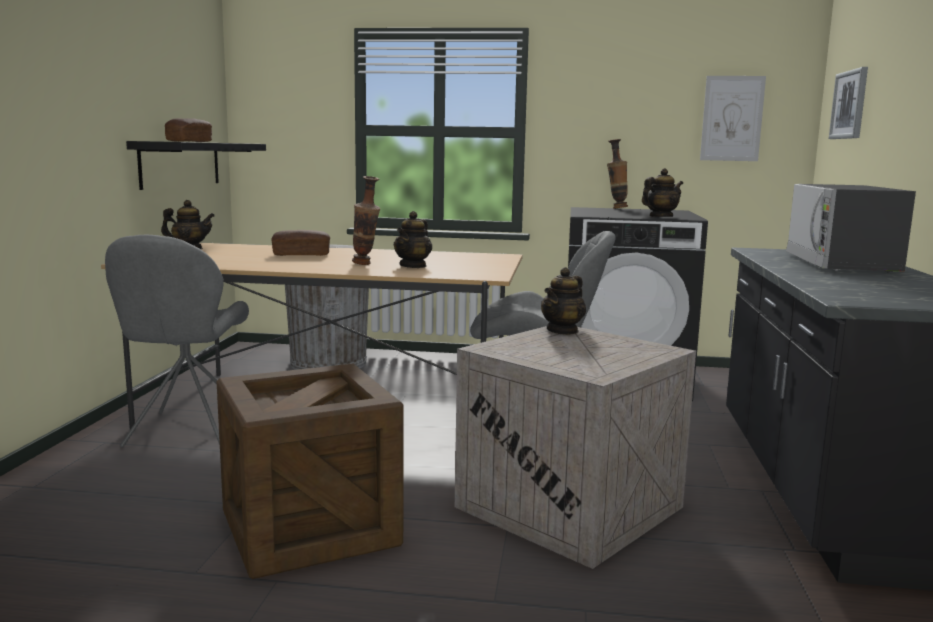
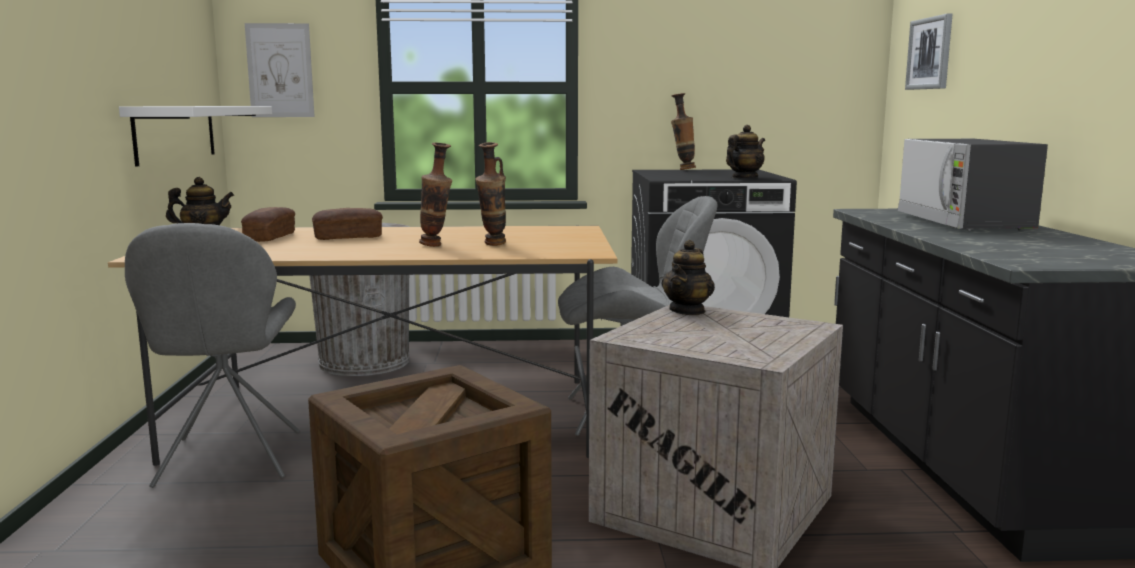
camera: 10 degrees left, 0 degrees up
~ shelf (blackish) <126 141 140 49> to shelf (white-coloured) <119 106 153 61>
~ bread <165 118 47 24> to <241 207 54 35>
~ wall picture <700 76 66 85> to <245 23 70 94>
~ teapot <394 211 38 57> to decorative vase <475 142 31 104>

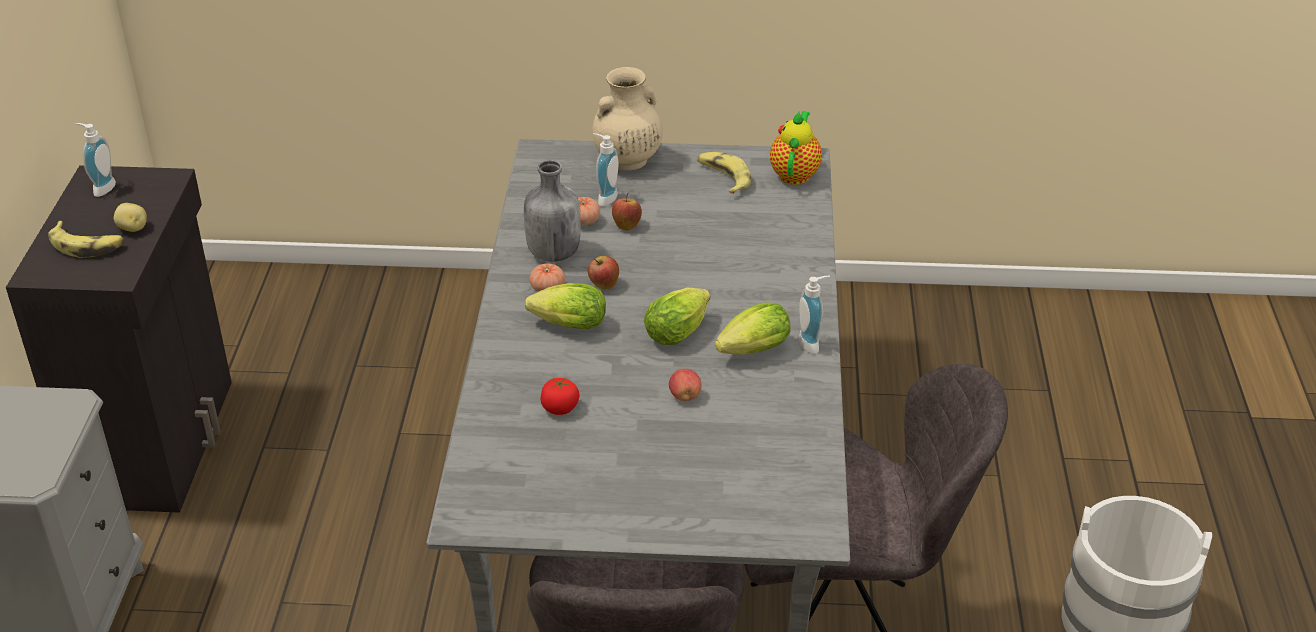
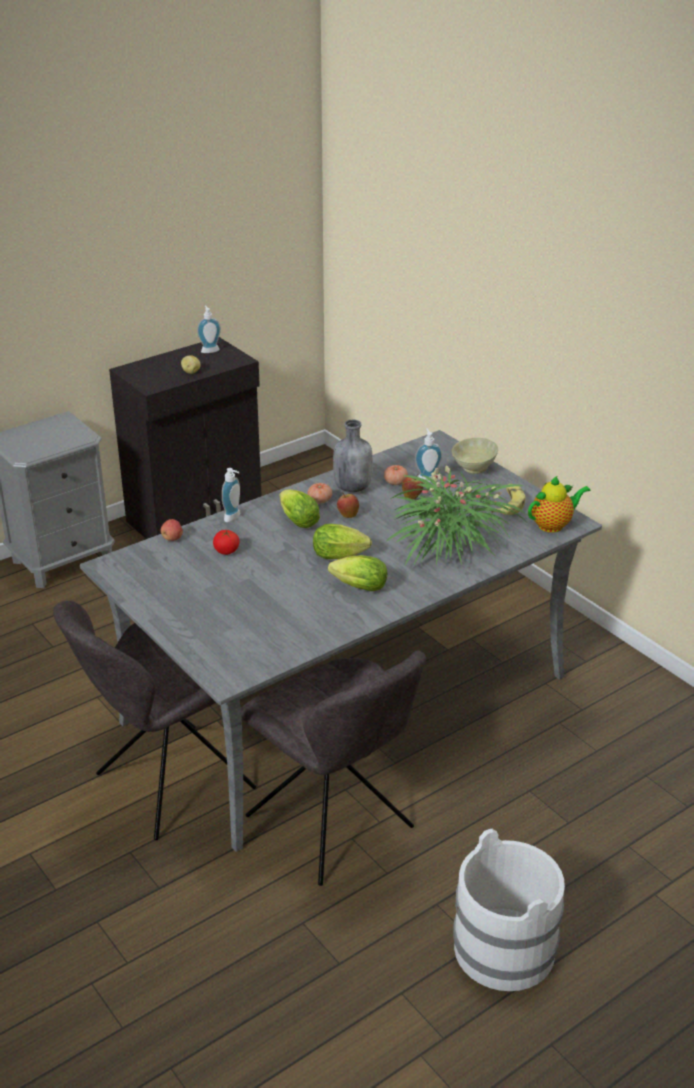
camera: 50 degrees right, 5 degrees down
~ whole apple <669 369 33 32> to <161 519 22 22>
~ soap dispenser <799 276 31 78> to <222 468 18 54>
+ houseplant <387 465 143 102>
~ decorative vase (beige) <592 67 71 104> to bowl (beige) <451 438 47 36>
- banana <48 221 76 37>

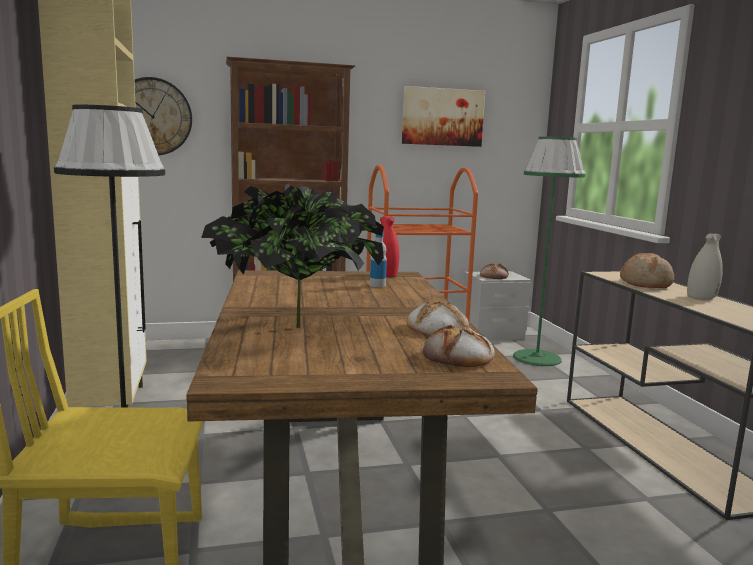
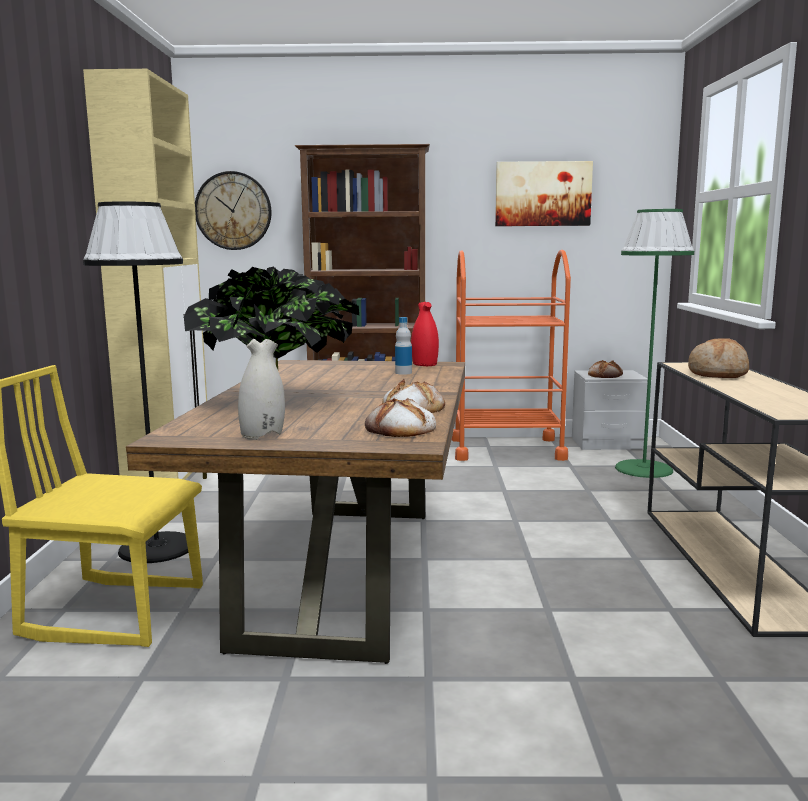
camera: 15 degrees right, 0 degrees up
~ decorative vase (white-coloured) <687 233 36 68> to <238 339 47 101>

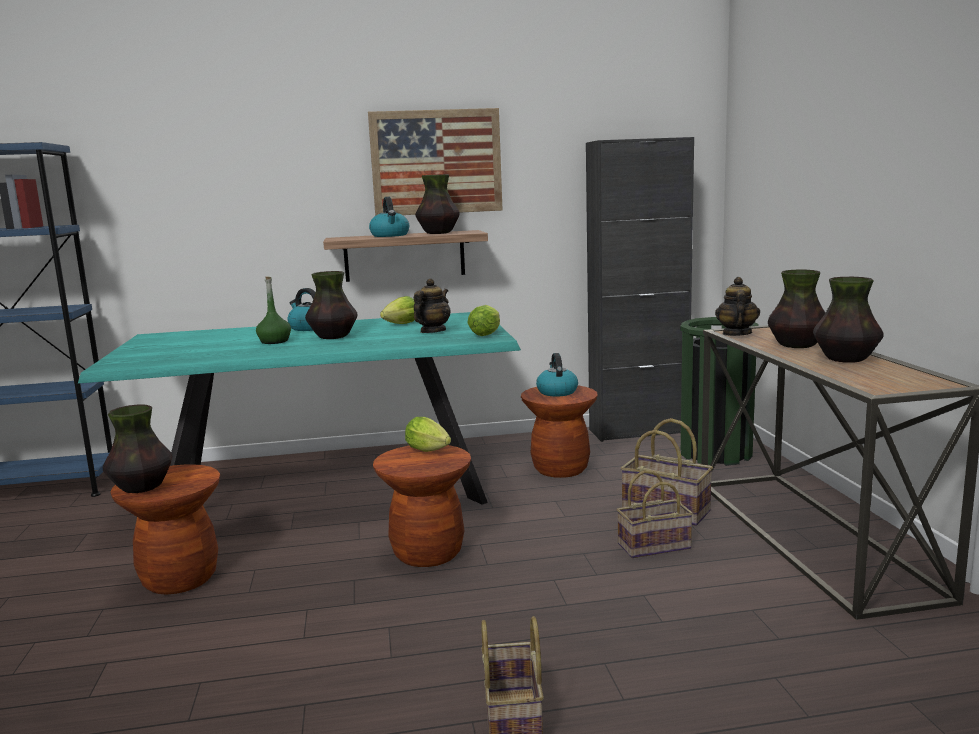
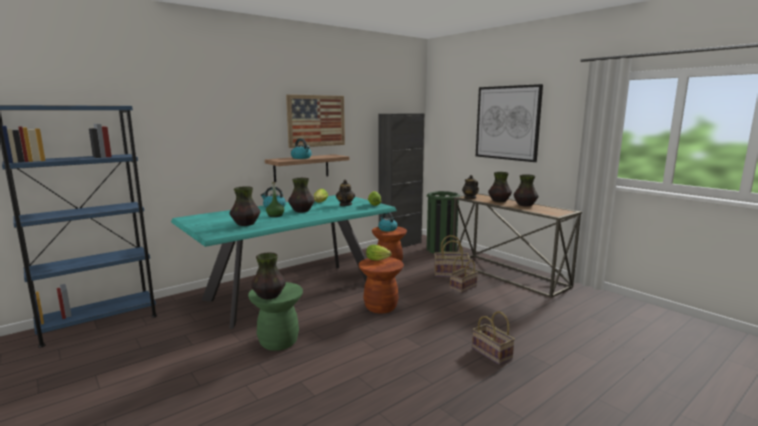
camera: 30 degrees left, 0 degrees up
~ decorative vase <416 174 44 60> to <230 186 30 40>
~ sitting stool (brownish) <110 464 110 130> to sitting stool (green) <248 282 55 69>
+ wall picture <476 84 67 78>

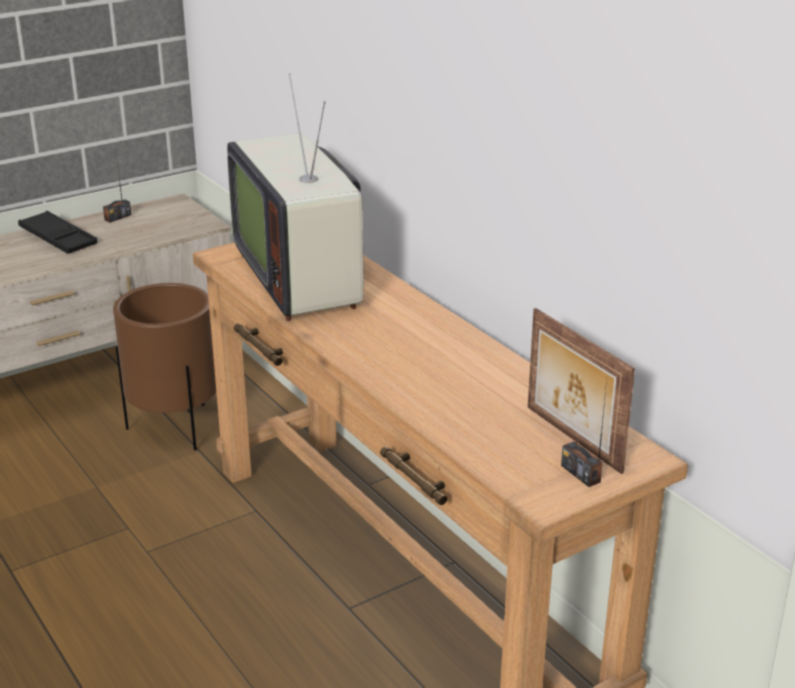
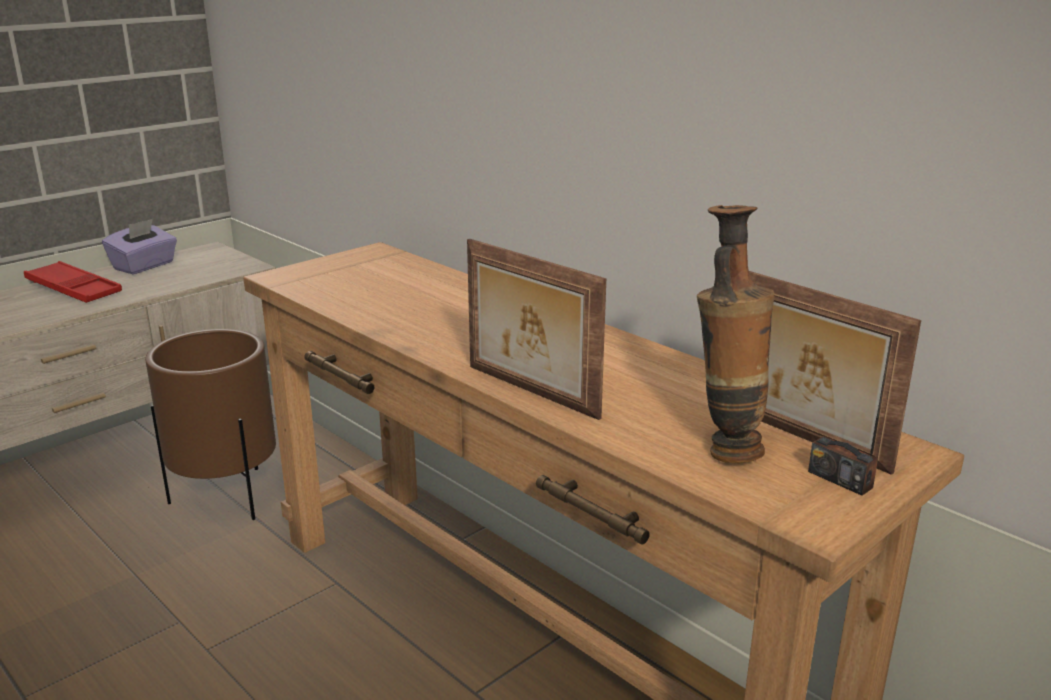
camera: 10 degrees left, 5 degrees down
~ carrying tray (blackish) <18 211 79 43> to carrying tray (red) <24 261 98 42>
~ radio <103 153 28 70> to tissue box (purple-coloured) <102 219 75 55>
+ photo frame <467 239 139 181>
+ decorative vase <697 205 78 258>
- TV set <227 73 137 248>

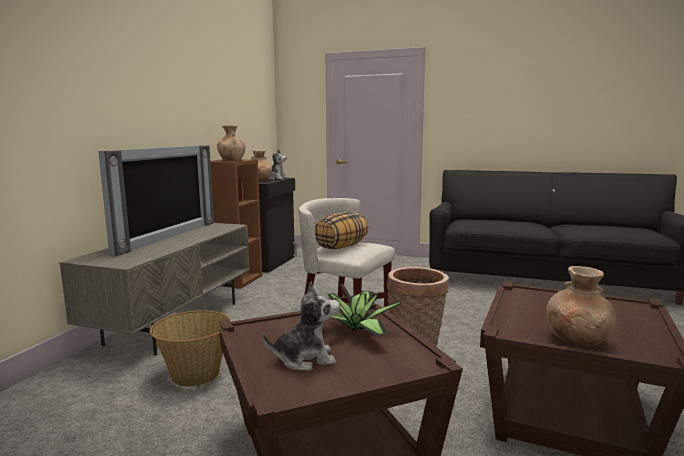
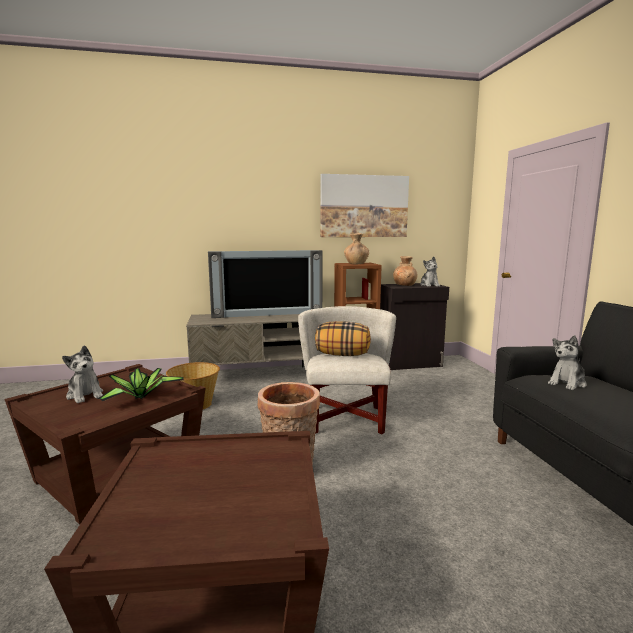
camera: 60 degrees right, 0 degrees up
+ wall picture <320 174 89 63>
+ cuddly toy <548 335 39 55>
- decorative vase (brownish) <547 266 69 80>

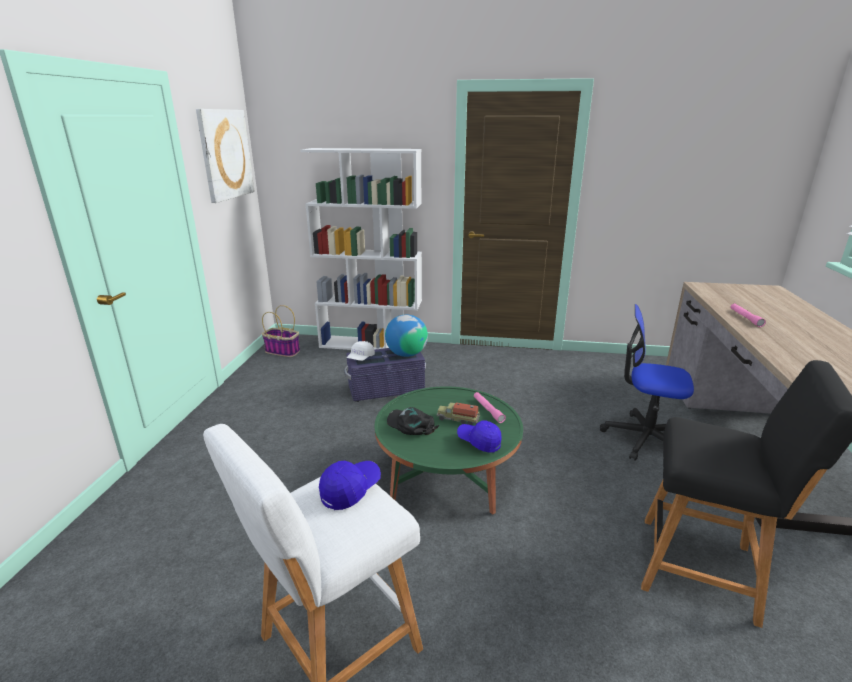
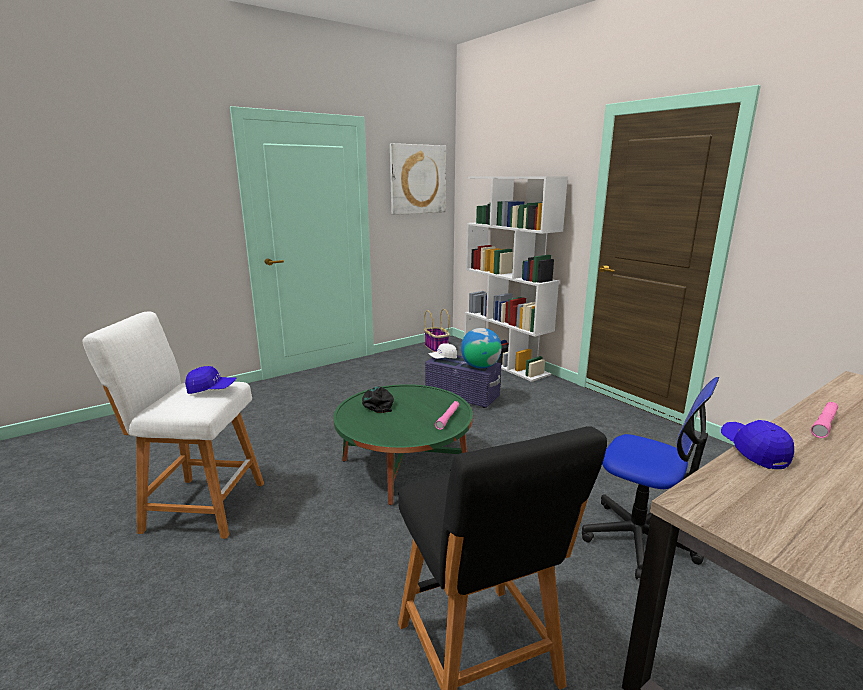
camera: 45 degrees right, 5 degrees down
~ office chair <600 304 94 157> = <582 377 137 203> 150 degrees clockwise
~ baseball cap (bluish) <457 420 44 33> to <721 420 73 49>
- model truck <437 402 43 23>

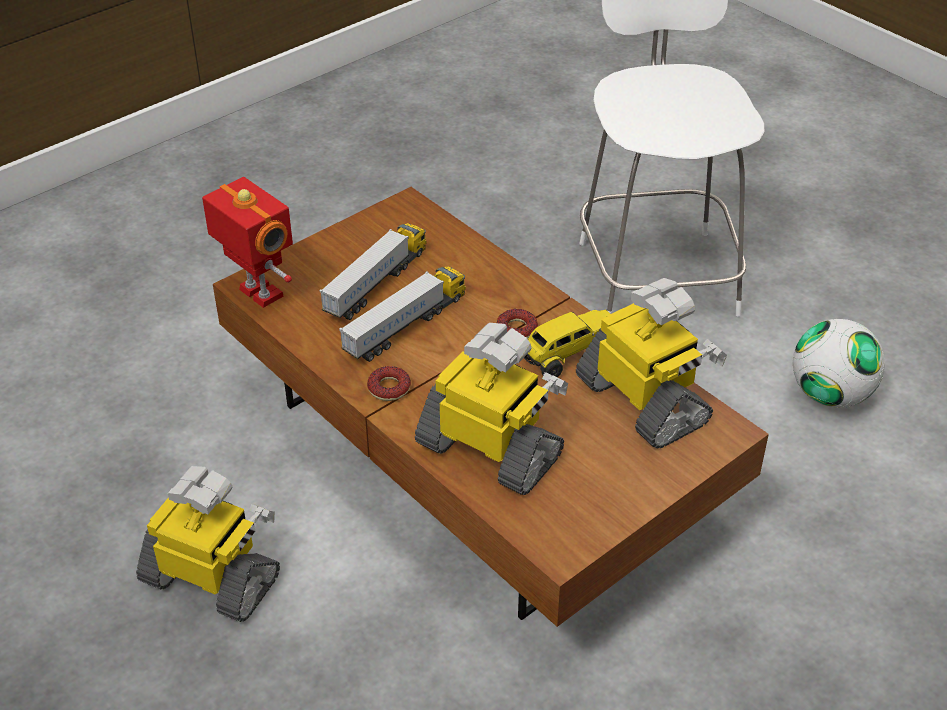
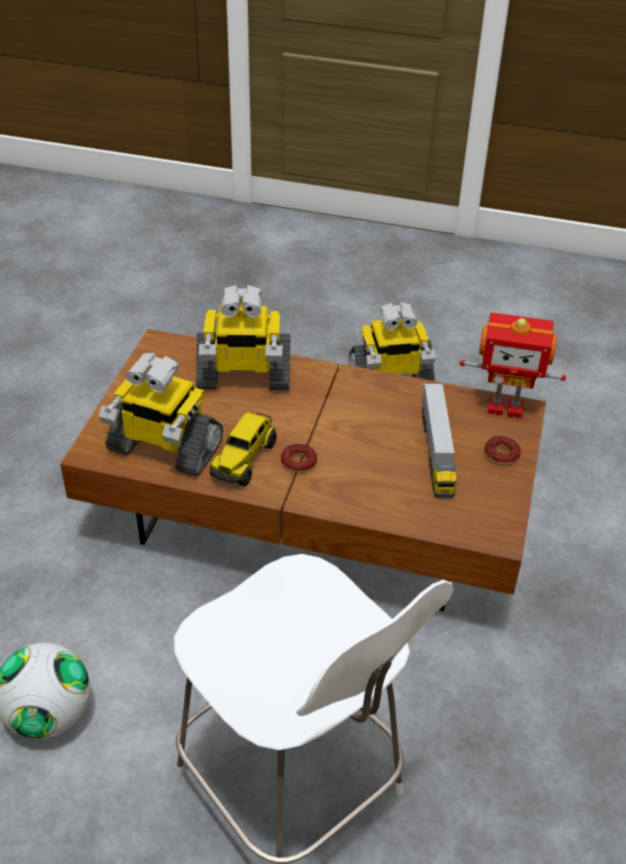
camera: 145 degrees right, 0 degrees up
~ doughnut <367 366 44 35> to <484 436 37 29>
- model truck <339 267 127 95>

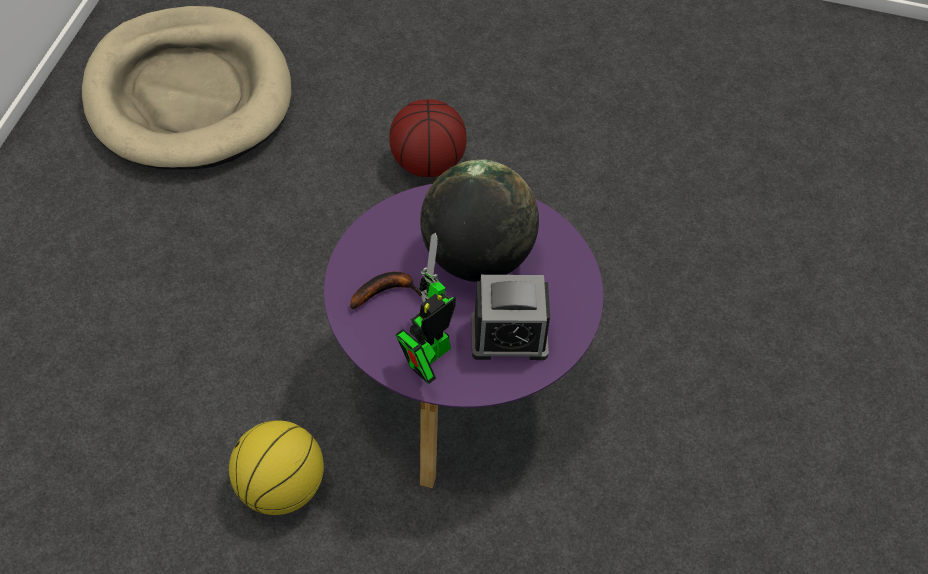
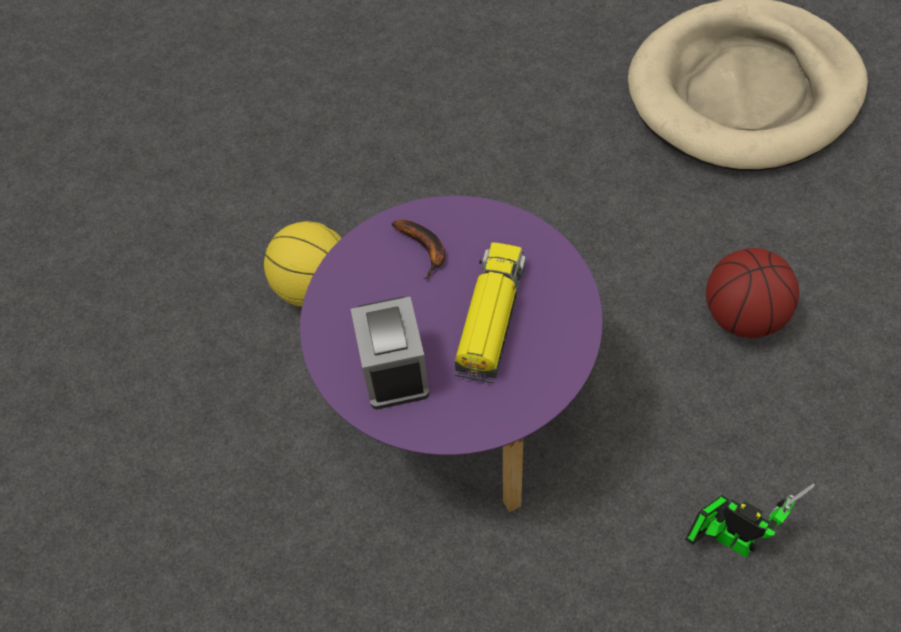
camera: 85 degrees right, 5 degrees up
~ desk globe <420 159 119 123> to model truck <455 242 71 142>
~ toy robot <395 233 61 151> to <685 484 130 74>

